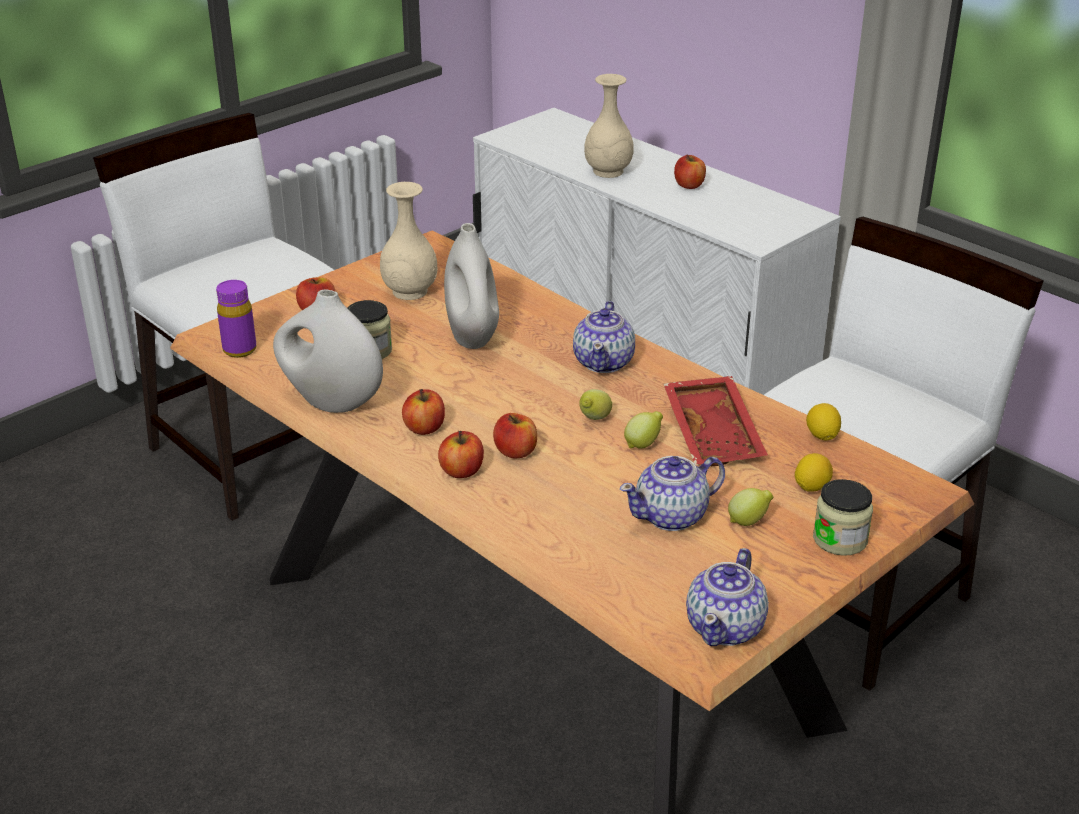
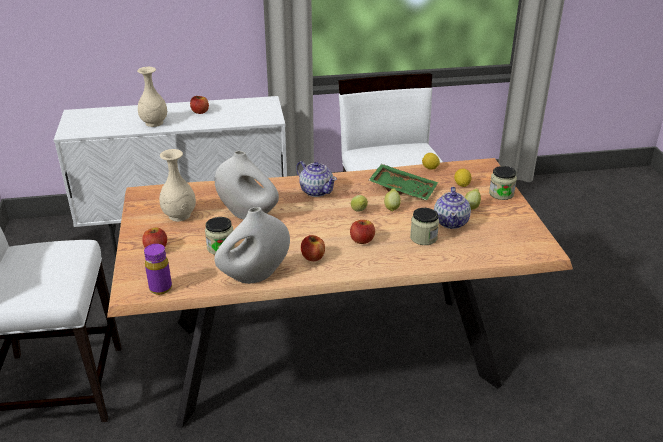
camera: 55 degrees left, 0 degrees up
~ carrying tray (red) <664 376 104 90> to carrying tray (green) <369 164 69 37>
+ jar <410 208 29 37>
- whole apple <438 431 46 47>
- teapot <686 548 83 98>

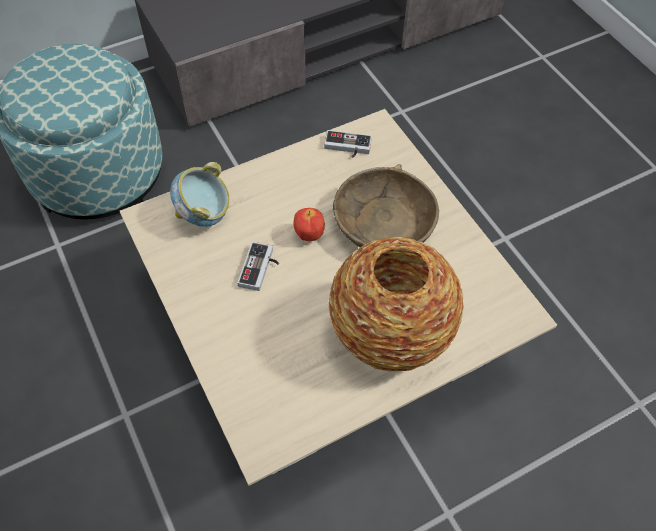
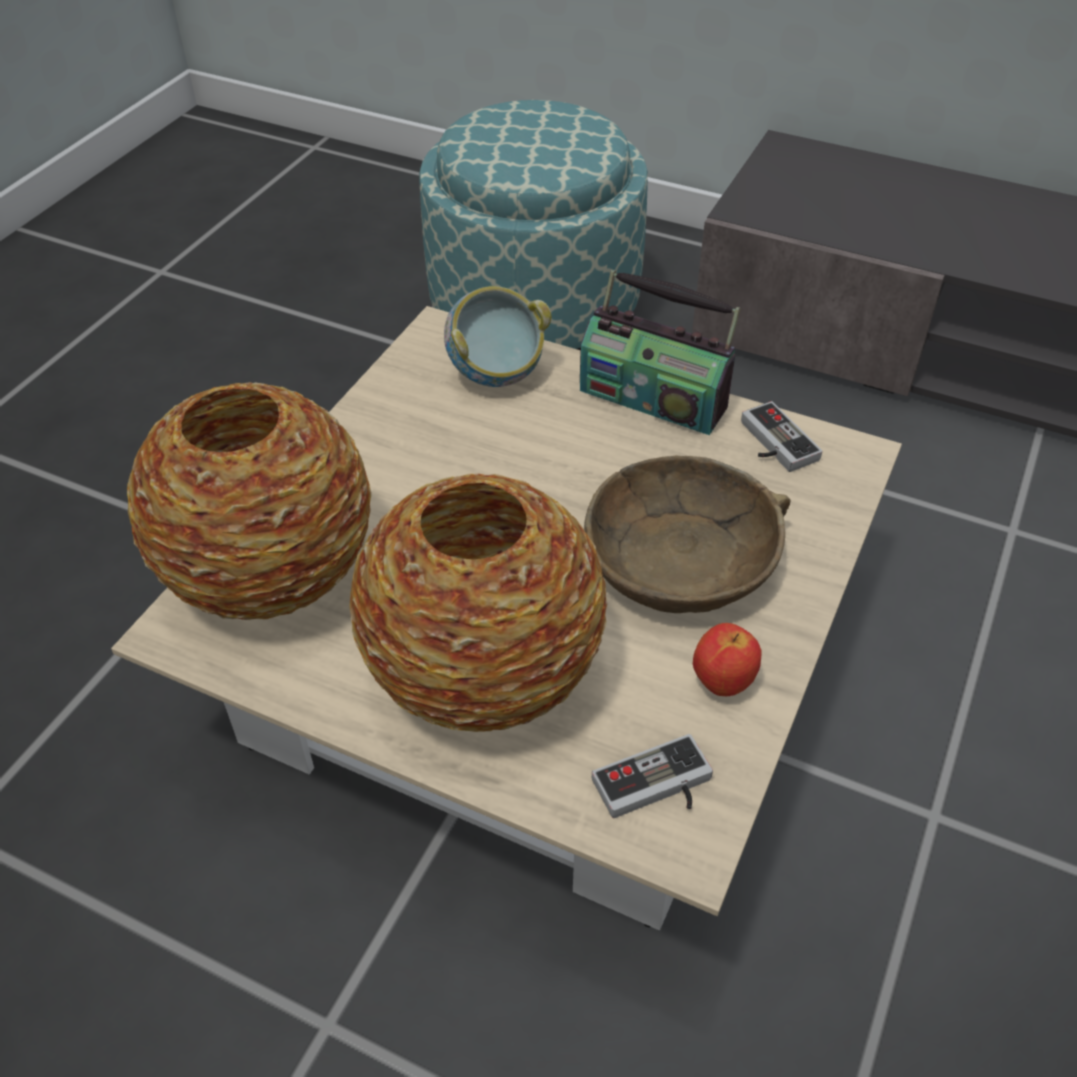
camera: 55 degrees right, 10 degrees down
+ decorative vase <127 382 245 238>
+ radio <580 270 161 165>
~ gamepad <237 242 42 49> to <592 734 121 84>
~ whole apple <294 208 31 33> to <693 623 69 73>

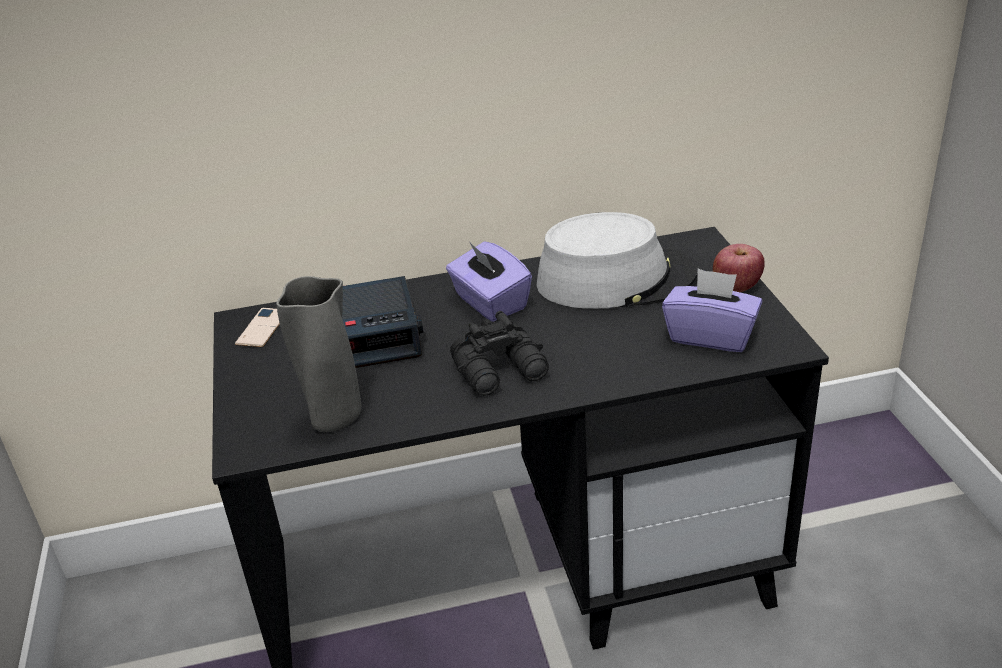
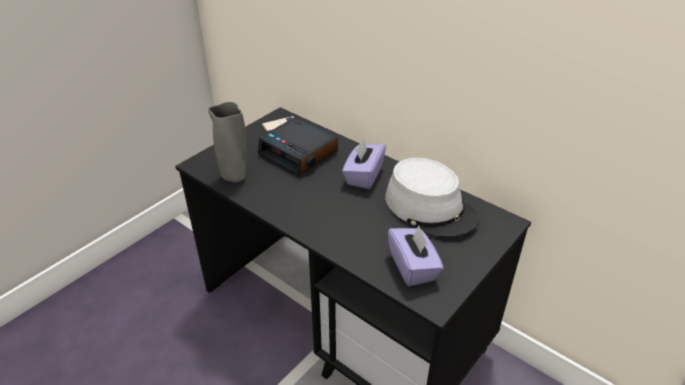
camera: 50 degrees right, 5 degrees up
- binoculars (blackish) <450 311 99 85>
- whole apple <713 244 52 48>

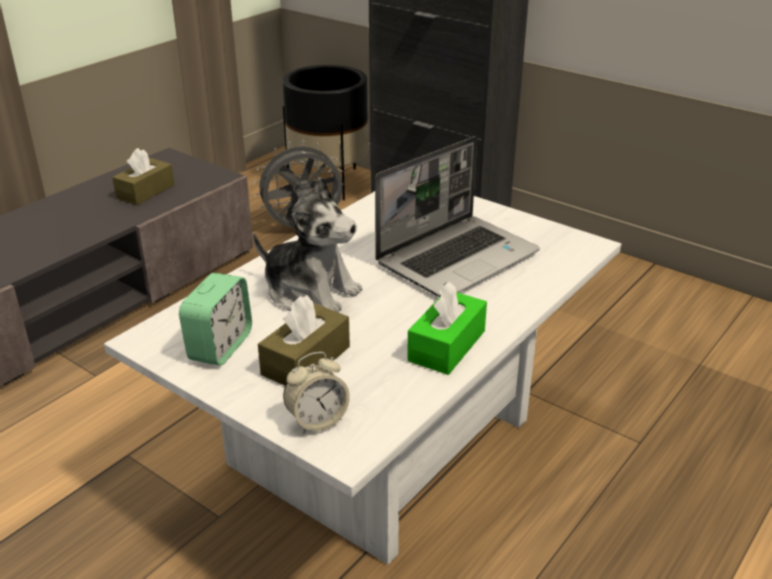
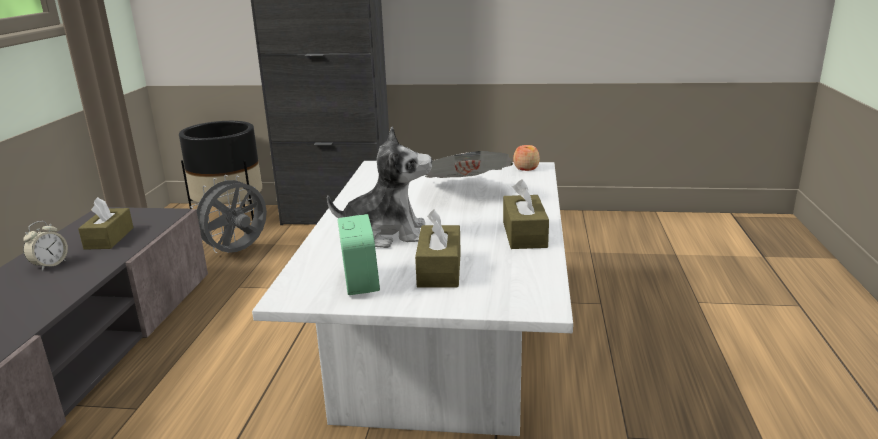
camera: 30 degrees left, 10 degrees down
~ bedside clock <283 352 67 82> to <23 221 45 50>
~ notebook computer <375 136 165 161> to daily paper <425 151 89 27>
~ tissue box (green) <407 282 80 93> to tissue box (brownish) <503 179 46 70>
+ whole apple <513 145 27 26>

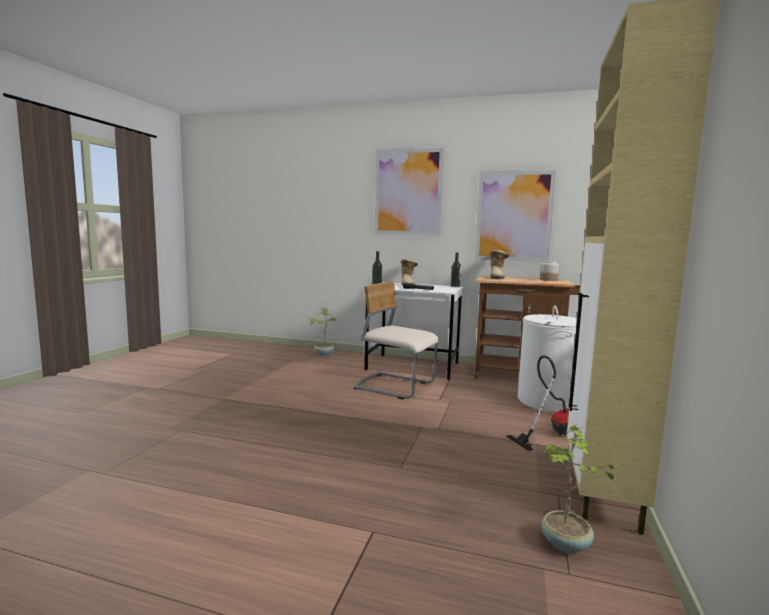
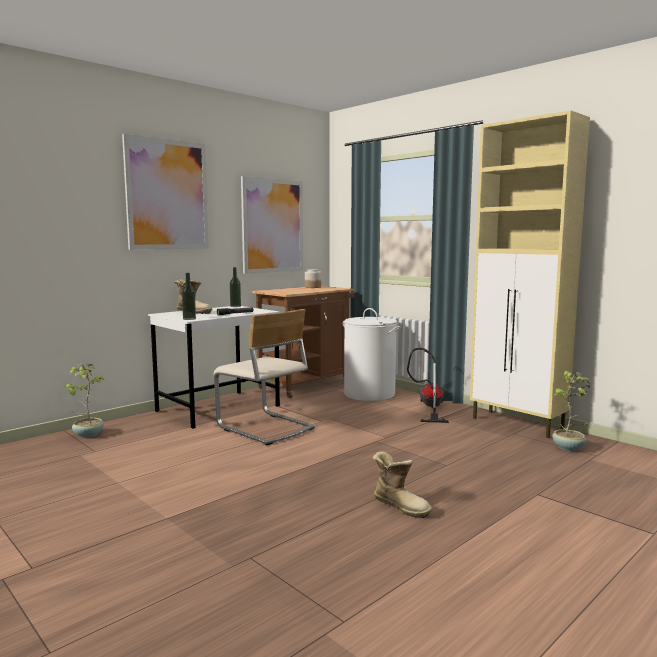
camera: 60 degrees left, 0 degrees up
~ plain chair (beige) <353 282 86 117> = <214 309 101 137> 105 degrees counterclockwise
~ tall boot <490 250 19 29> to <373 451 59 67>

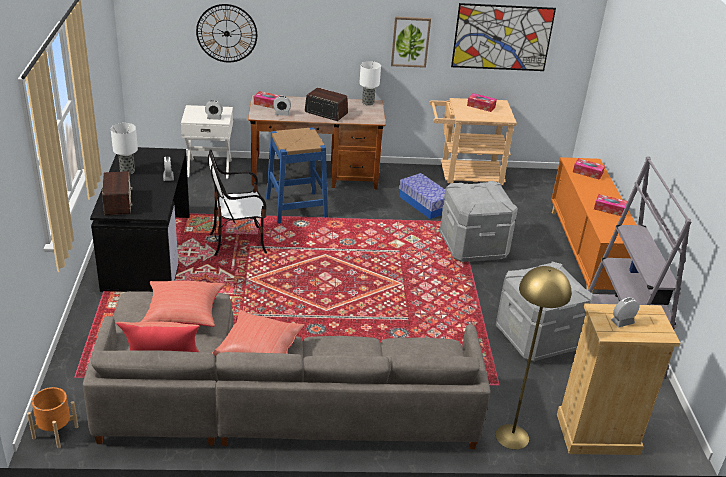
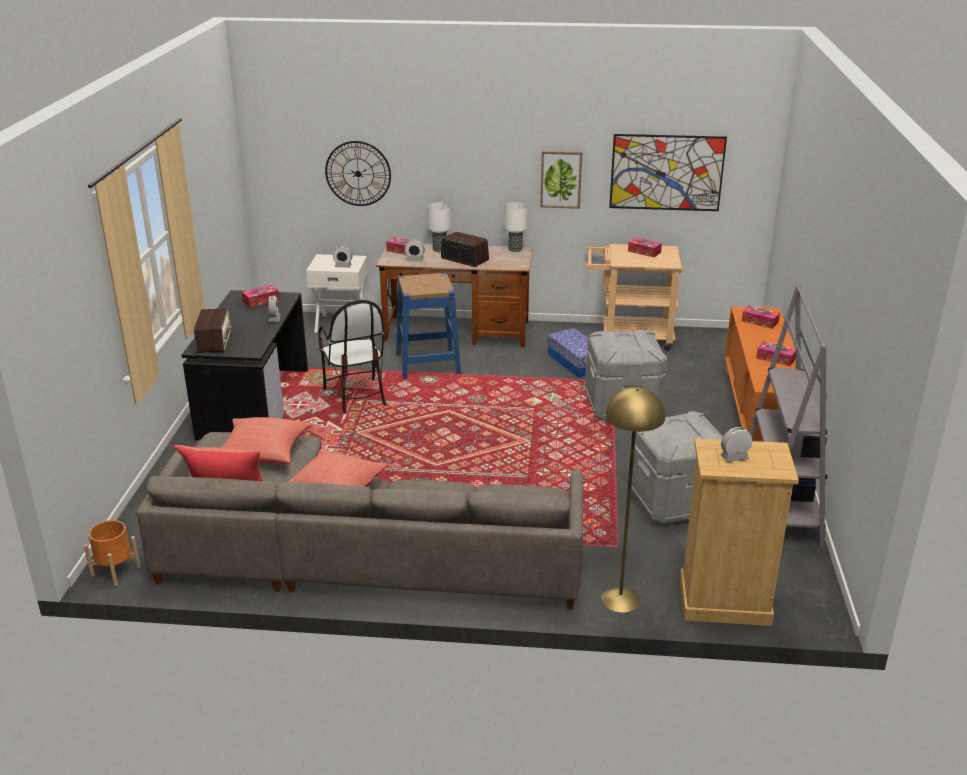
camera: 10 degrees right, 5 degrees down
+ tissue box <242 285 37 22>
~ plain chair <208 149 59 107> = <318 300 68 114> 105 degrees counterclockwise
~ tabletop lamp <111 123 27 52> to <427 202 24 50>

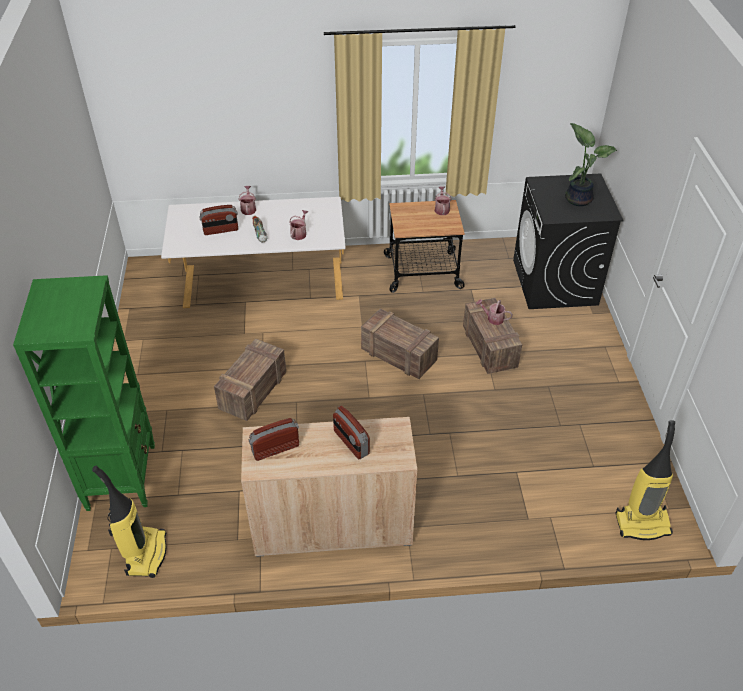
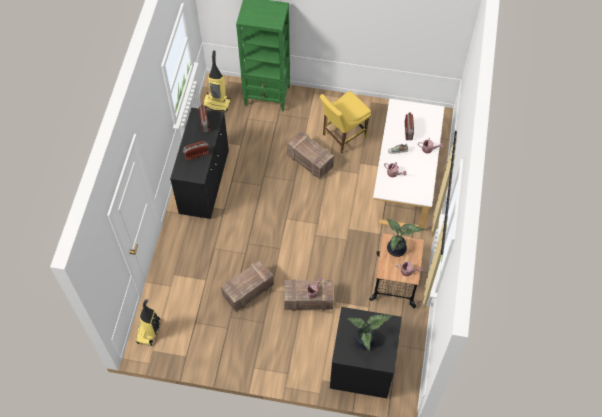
camera: 105 degrees right, 15 degrees up
~ storage cabinet (beige) <241 417 176 140> to storage cabinet (blackish) <170 108 59 111>
~ packing crate <361 308 78 71> to <221 260 53 52>
+ plain chair (yellowish) <320 91 51 63>
+ houseplant <387 219 38 38>

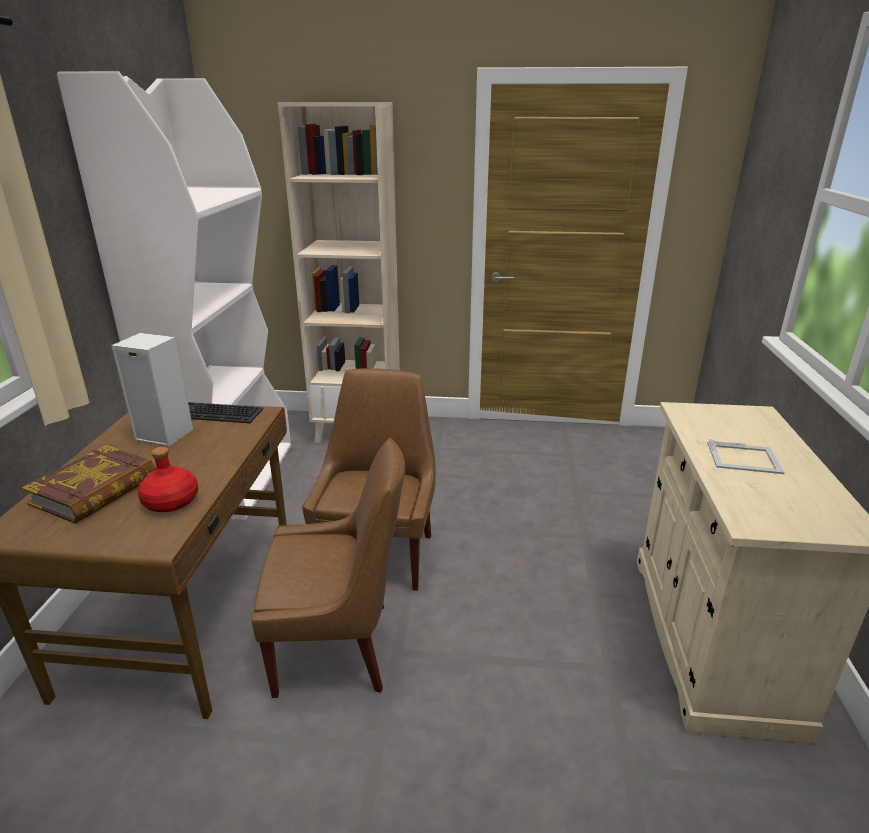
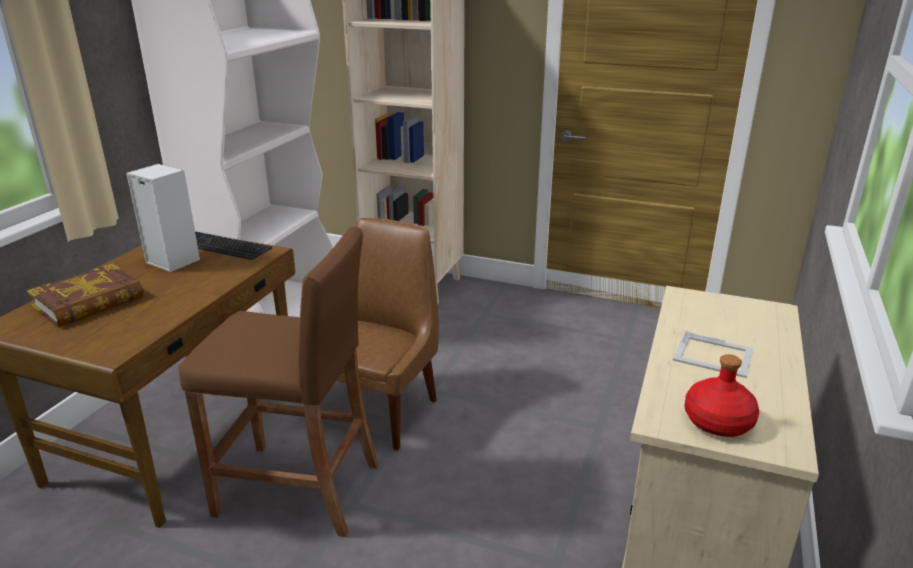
camera: 15 degrees right, 0 degrees up
~ plain chair (brownish) <251 438 154 260> to sitting stool (brownish) <178 226 201 311>
~ beverage bottle (red) <138 447 60 65> to <684 354 75 83>

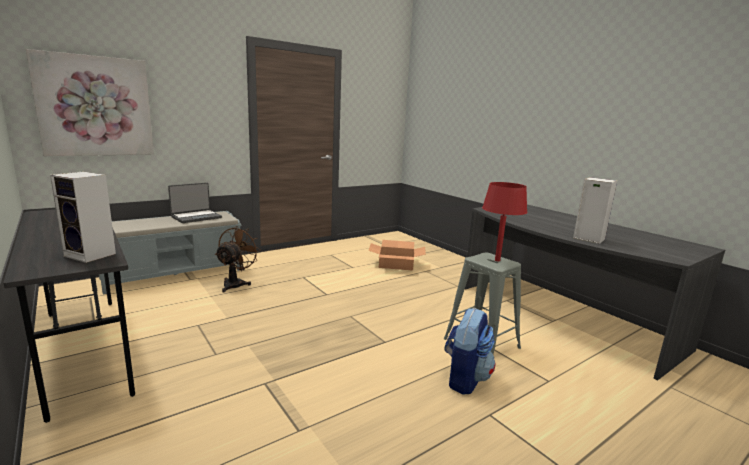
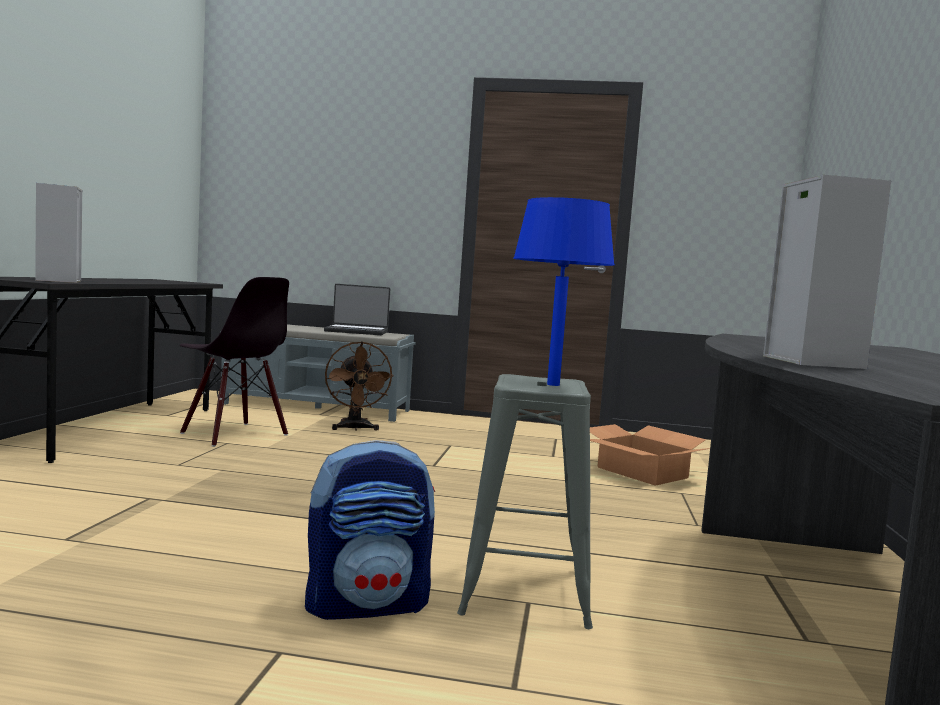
camera: 45 degrees right, 10 degrees down
+ plain chair (blackish) <179 277 110 170>
~ electric fan (brownish) <215 226 46 66> = <325 341 69 90> 105 degrees clockwise
~ tabletop lamp (red) <482 182 45 80> to tabletop lamp (bluish) <513 197 102 189>
- wall picture <26 49 128 107>

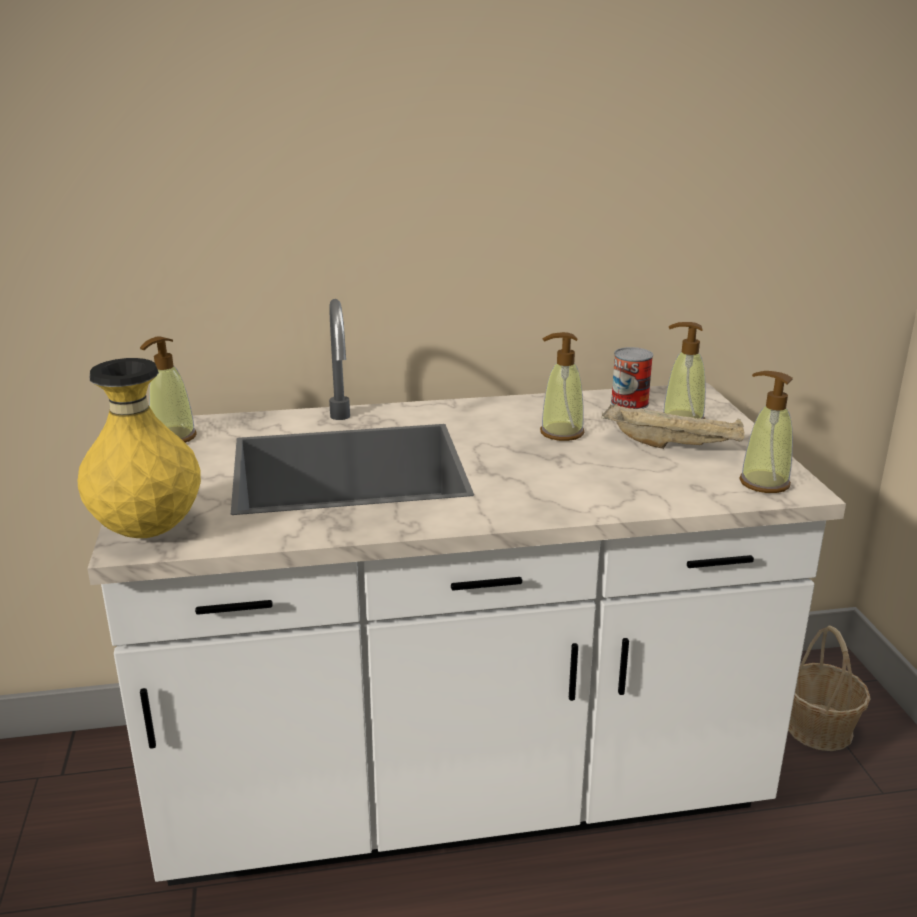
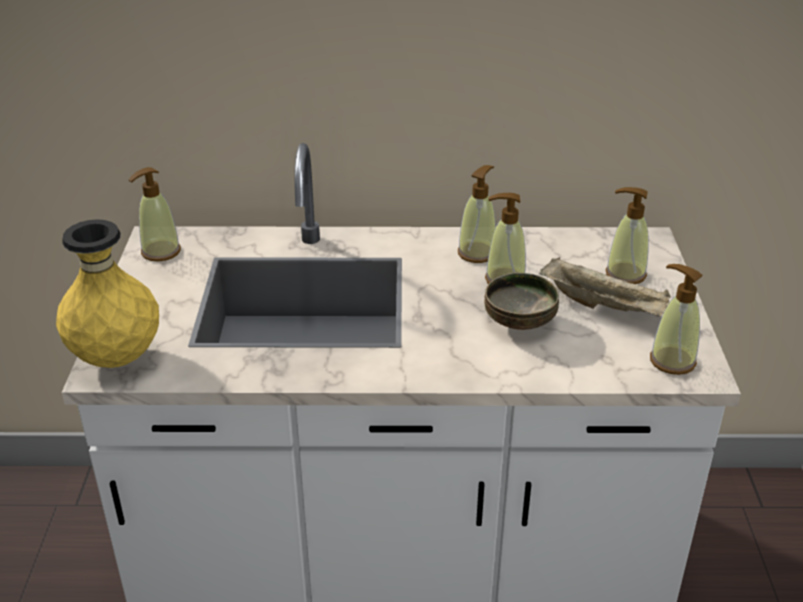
camera: 10 degrees right, 10 degrees up
+ soap dispenser <458 165 38 98>
+ bowl <484 273 75 57>
- sealed can <611 347 42 62>
- storage basket <788 625 82 126>

